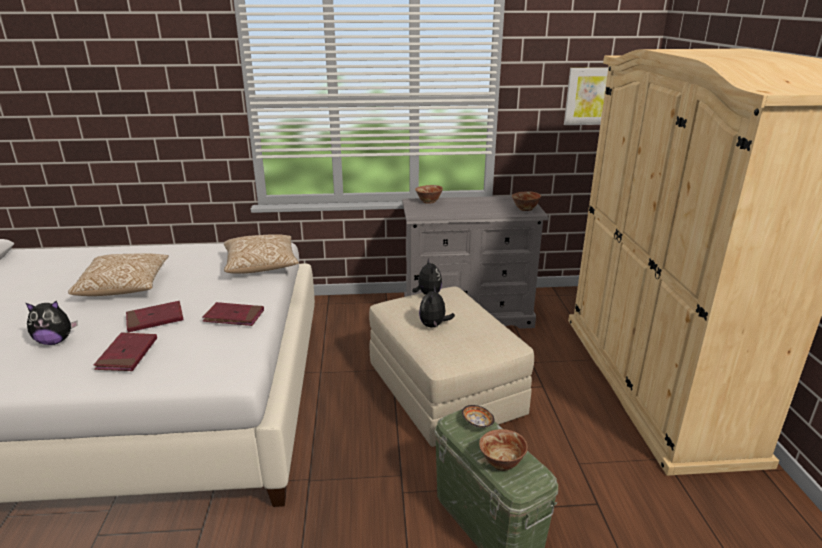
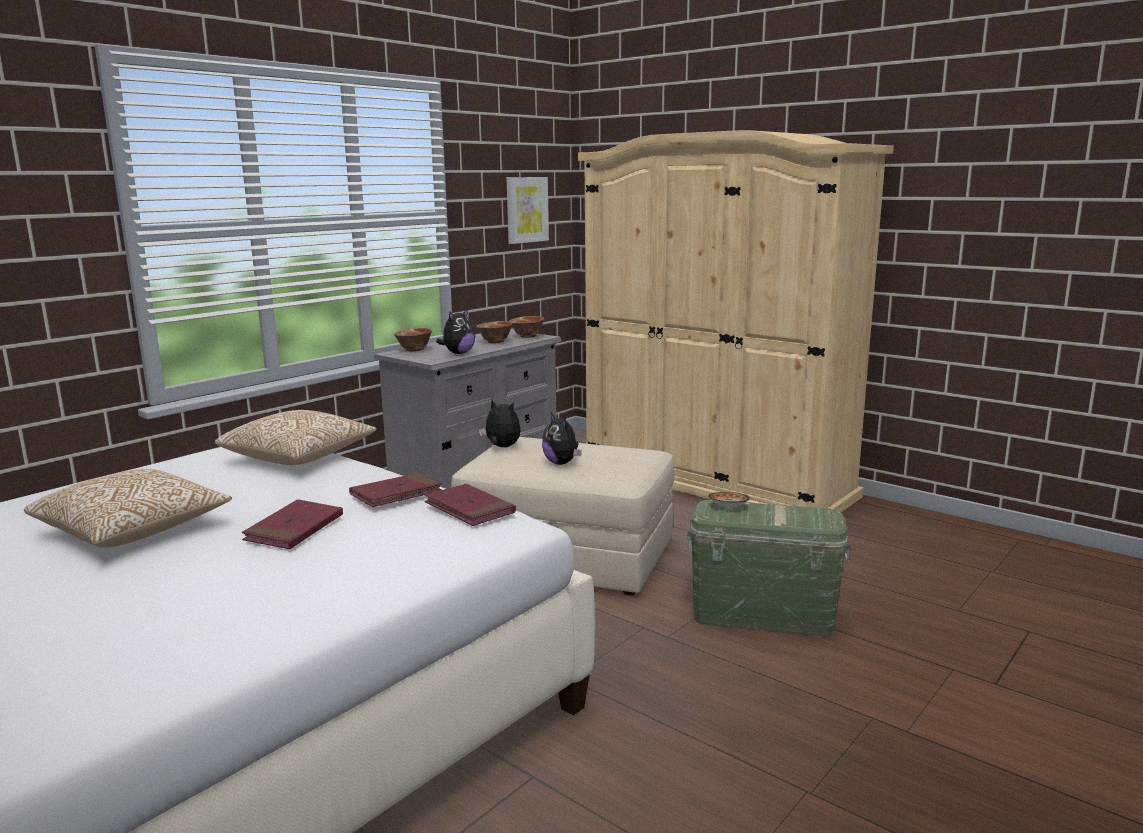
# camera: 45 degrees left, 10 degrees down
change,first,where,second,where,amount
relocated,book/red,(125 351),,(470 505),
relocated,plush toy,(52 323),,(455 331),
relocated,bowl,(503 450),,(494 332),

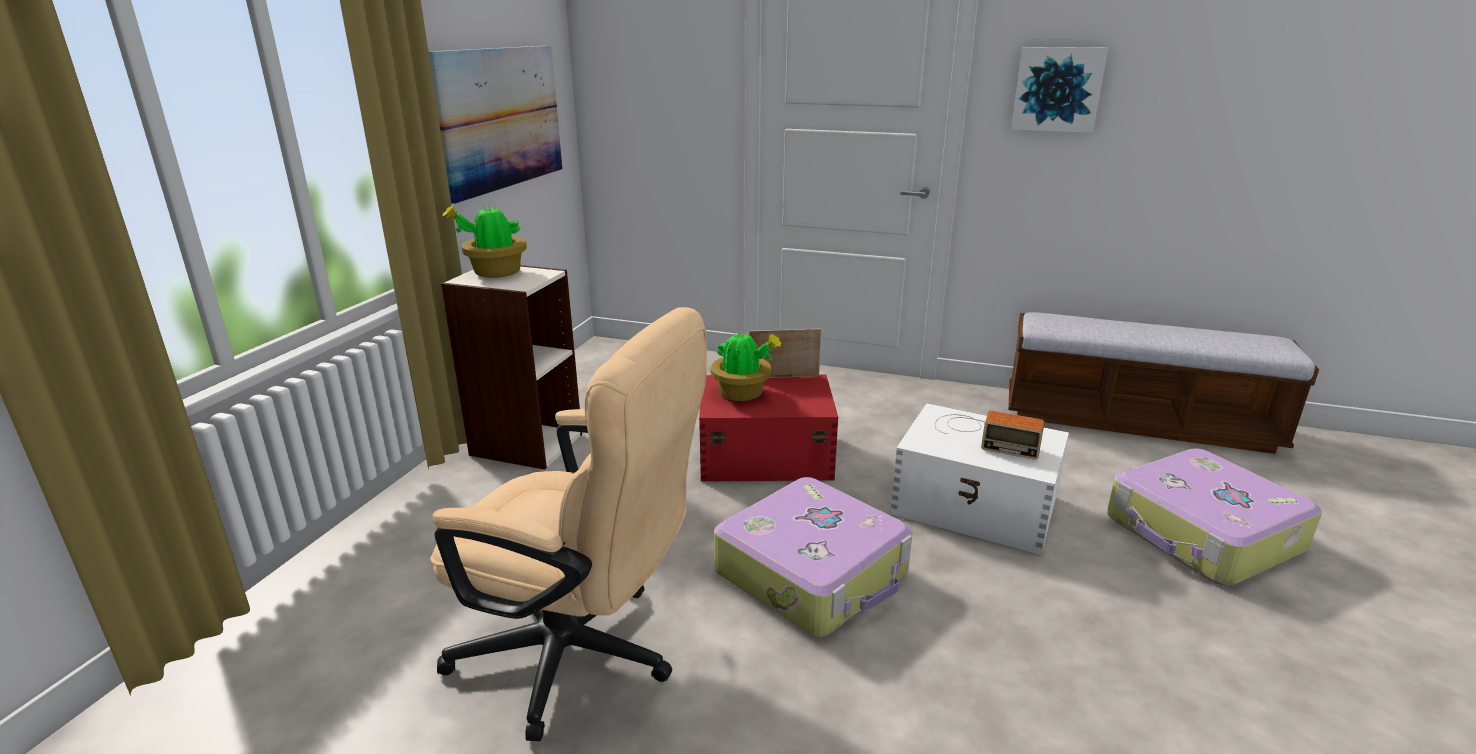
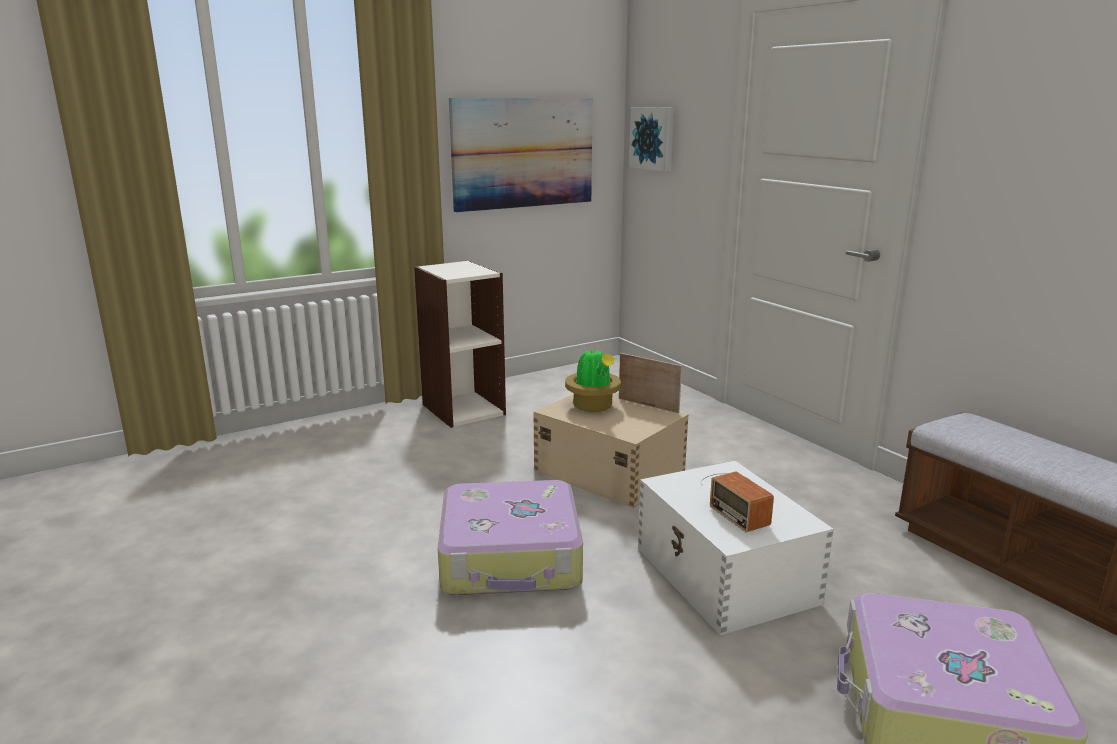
# camera: 40 degrees right, 5 degrees down
change,first,where,second,where,amount
colour,storage bin/red,(768 427),storage bin/sand-coloured,(611 450),
relocated,wall picture,(1059 90),,(651 139),
missing,desk chair/sand-coloured,(568 524),,,
missing,potted plant,(485 241),,,

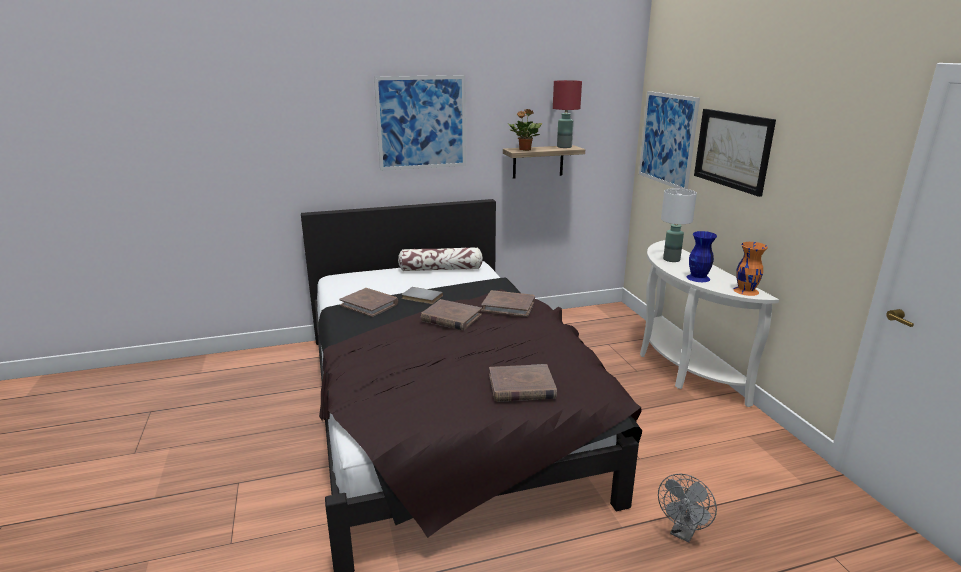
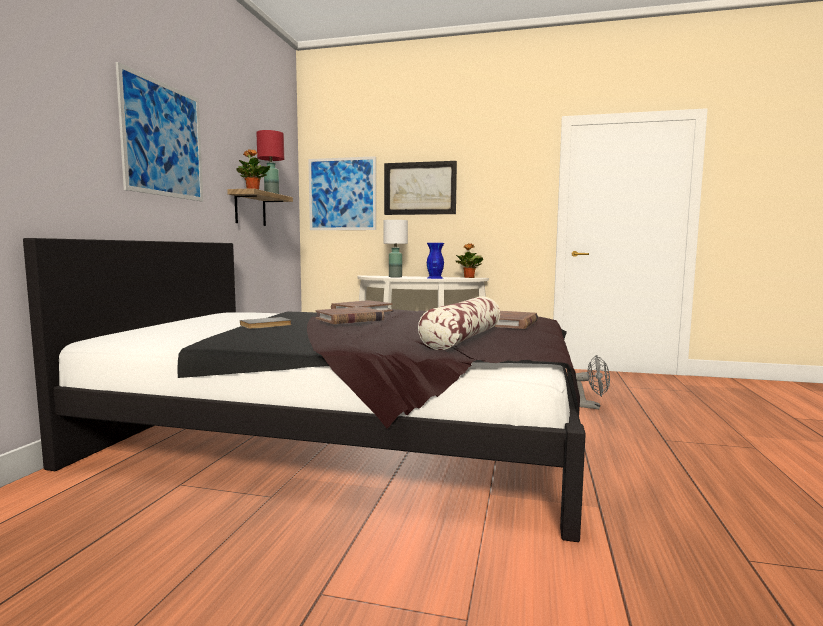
# camera: 60 degrees left, 15 degrees down
change,first,where,second,where,amount
relocated,cushion,(440 259),,(459 323),
exchanged,vase/orangey,(750 269),potted plant,(469 260),
spun,fan/grey,(687 507),,(593 382),45 degrees counterclockwise
missing,book/brownish,(368 302),,,

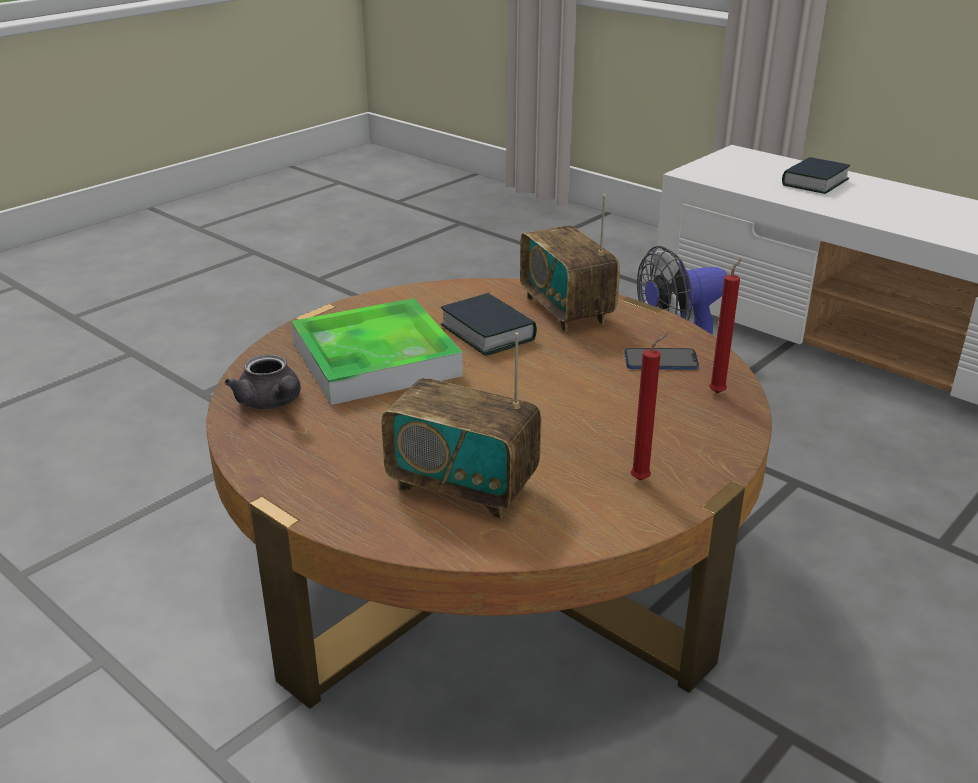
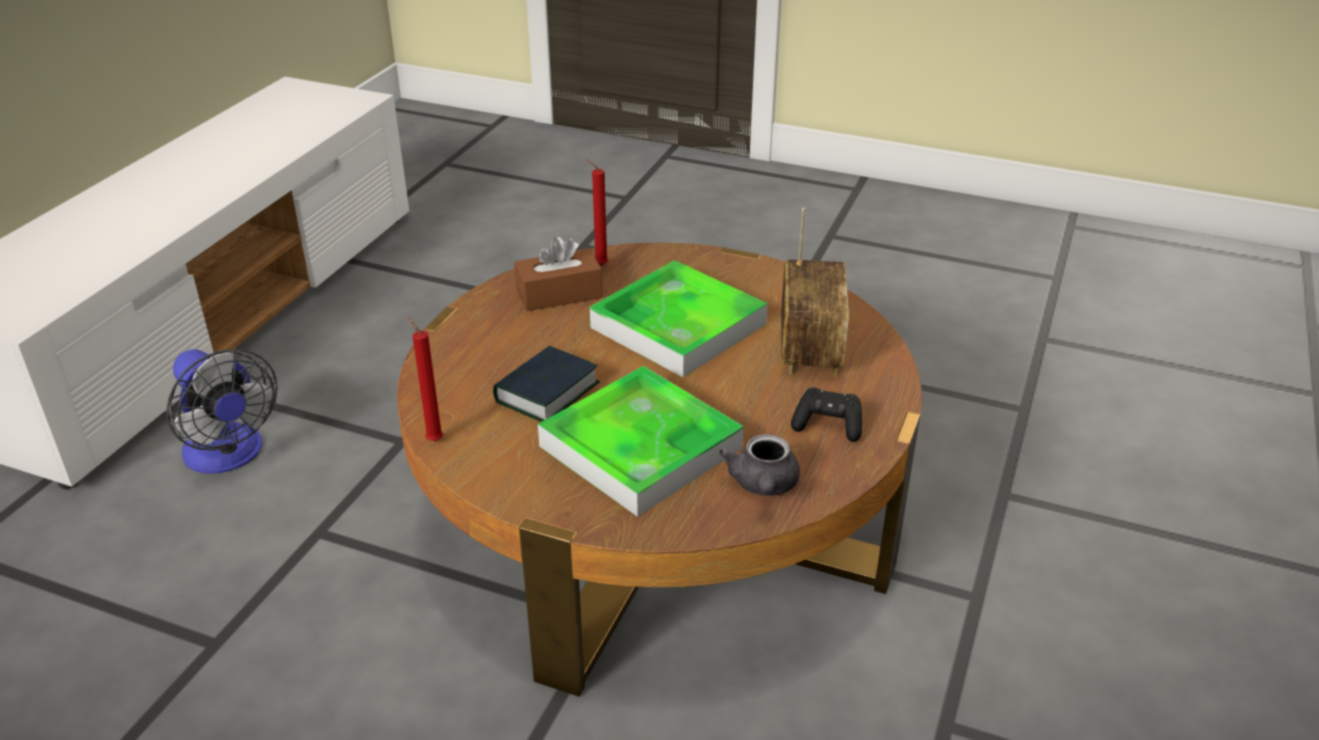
# camera: 110 degrees left, 5 degrees up
change,first,where,second,where,amount
relocated,wax light/red,(649 406),,(425 379),
exchanged,telephone,(661 359),tissue holder/brownish,(558 274),
appeared,,,serving tray,(679 318),
spun,teapot/grey,(263 382),,(759 465),150 degrees clockwise
appeared,,,game controller/black-coloured,(826 414),
missing,radio,(570 263),,,
missing,book,(816 175),,,

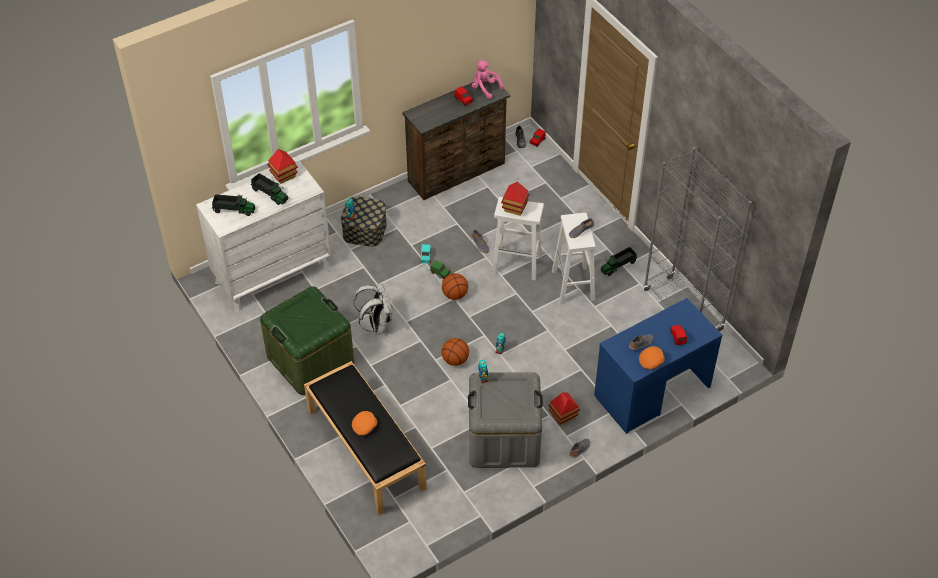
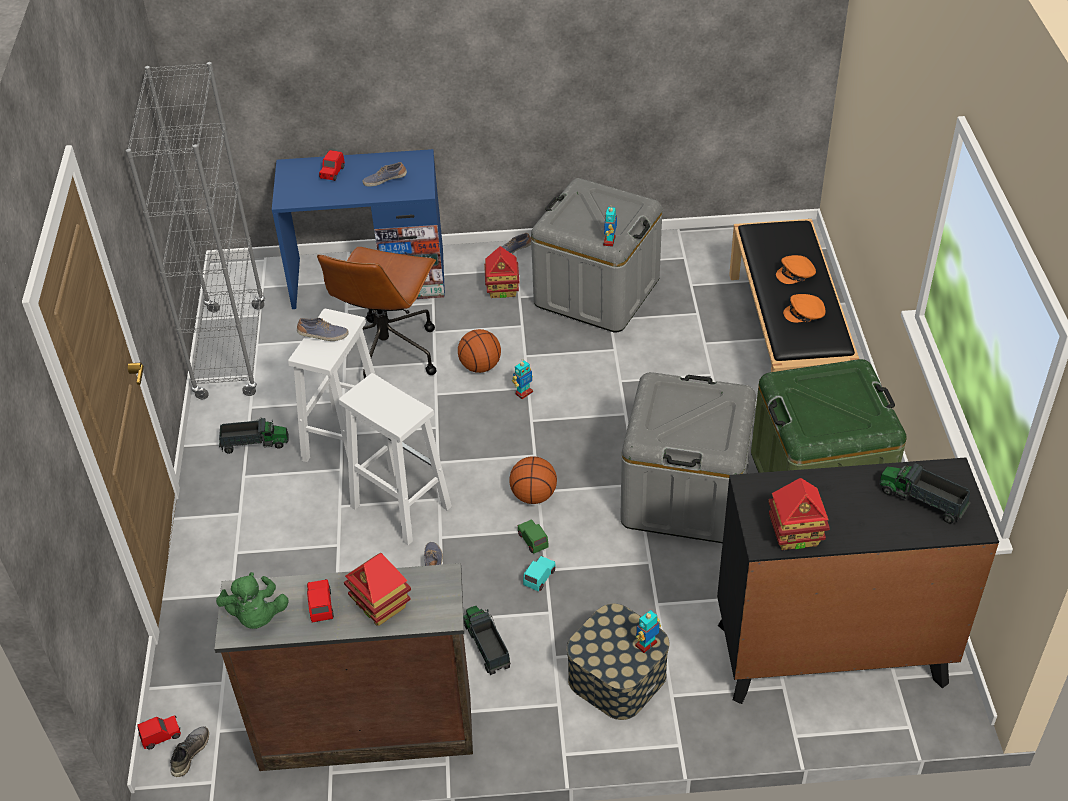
# camera: 150 degrees left, 5 degrees down
change,first,where,second,where,amount
colour,plush toy/pink,(488 79),plush toy/greenish,(252 600),
appeared,,,desk chair/brownish,(376 312),
relocated,model house,(515 199),,(377 589),
relocated,basketball ball,(455 352),,(479 351),
relocated,toy lorry,(269 189),,(487 640),
exchanged,knapsack/white-coloured,(373 309),storage bin/grey,(688 457),
colour,chest of drawers/white-coloured,(263 236),chest of drawers/black-coloured,(858 580),
relocated,peaked cap/orangey,(652 358),,(804 308),

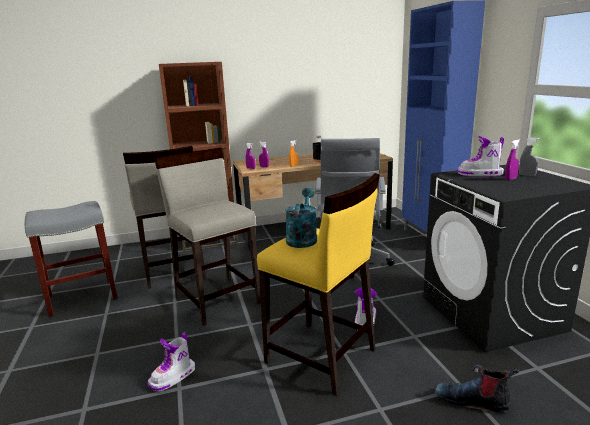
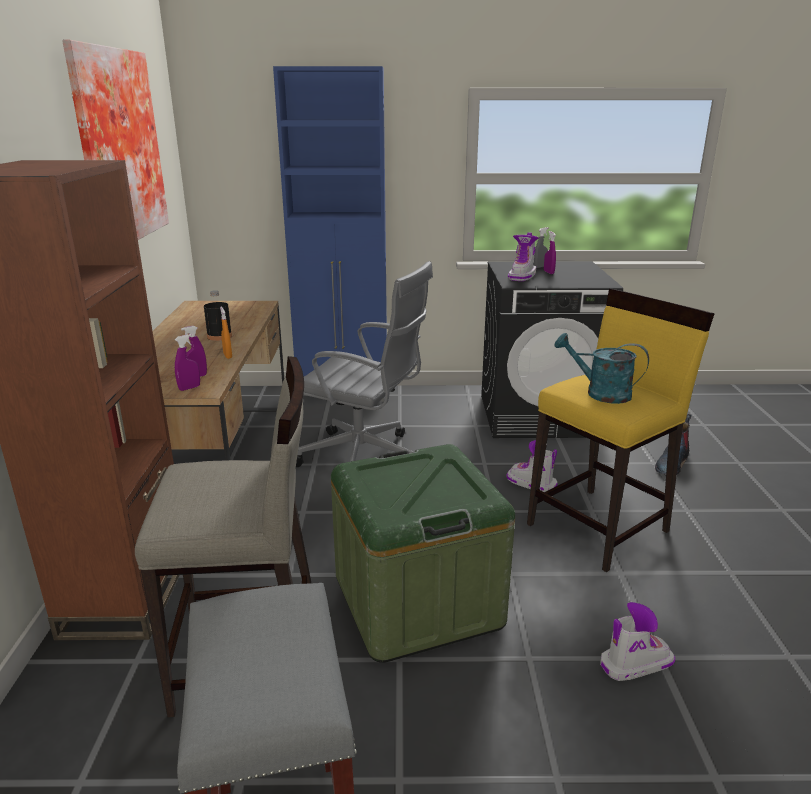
# camera: 75 degrees left, 5 degrees up
change,first,where,second,where,amount
appeared,,,wall picture,(115 140),
exchanged,stool/sand-coloured,(207 237),storage bin/greenish,(423 553),
spun,boot,(171 362),,(637 641),75 degrees counterclockwise

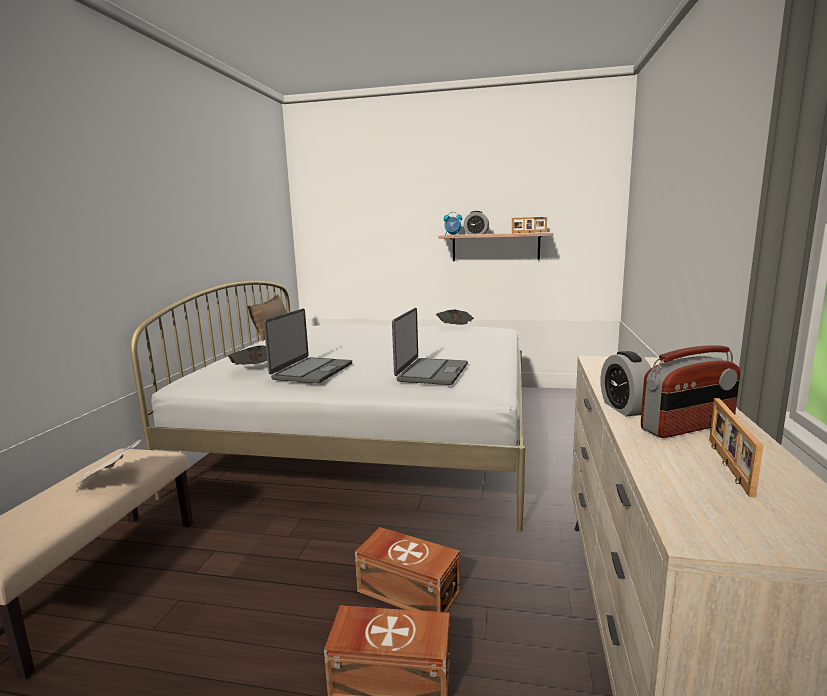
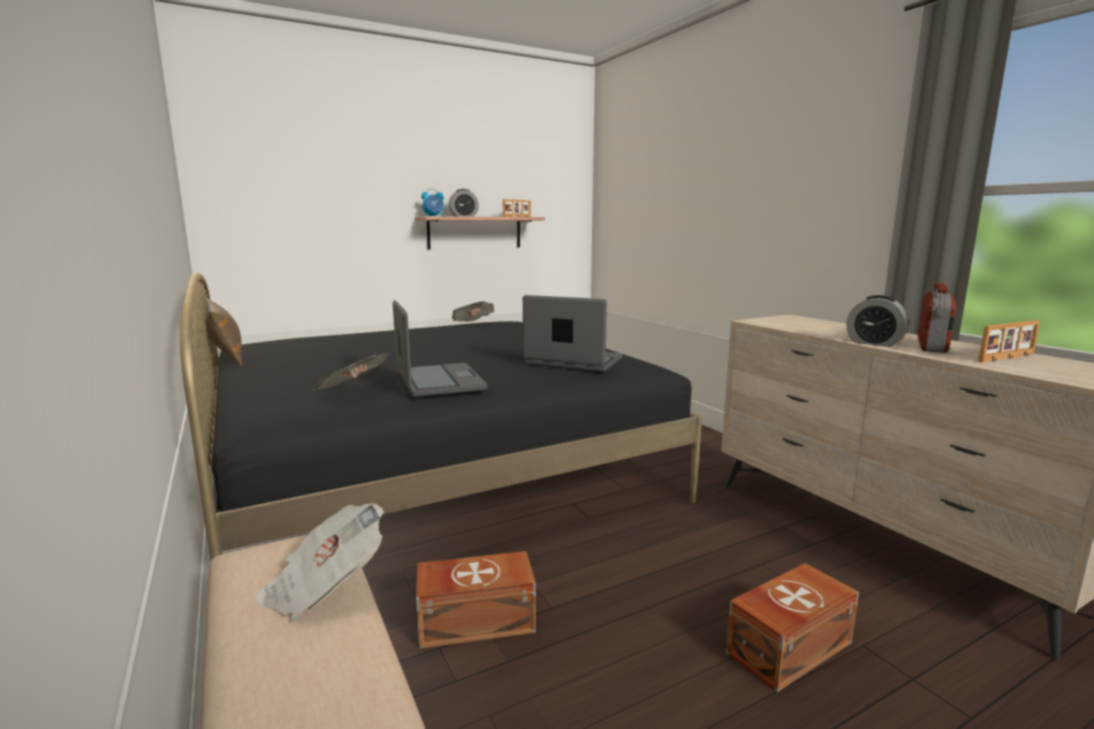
# camera: 40 degrees left, 0 degrees up
change,first,where,second,where,amount
colour,bedroom bed/white-coloured,(327 406),bedroom bed/black-coloured,(441 416),
relocated,storage bin/brownish,(407 570),,(476 600),
spun,laptop,(430 346),,(573 333),45 degrees counterclockwise
spun,picture frame,(736 448),,(1009 341),90 degrees counterclockwise

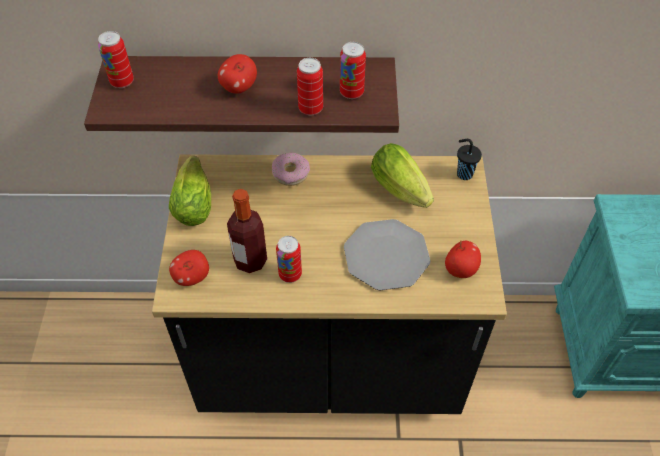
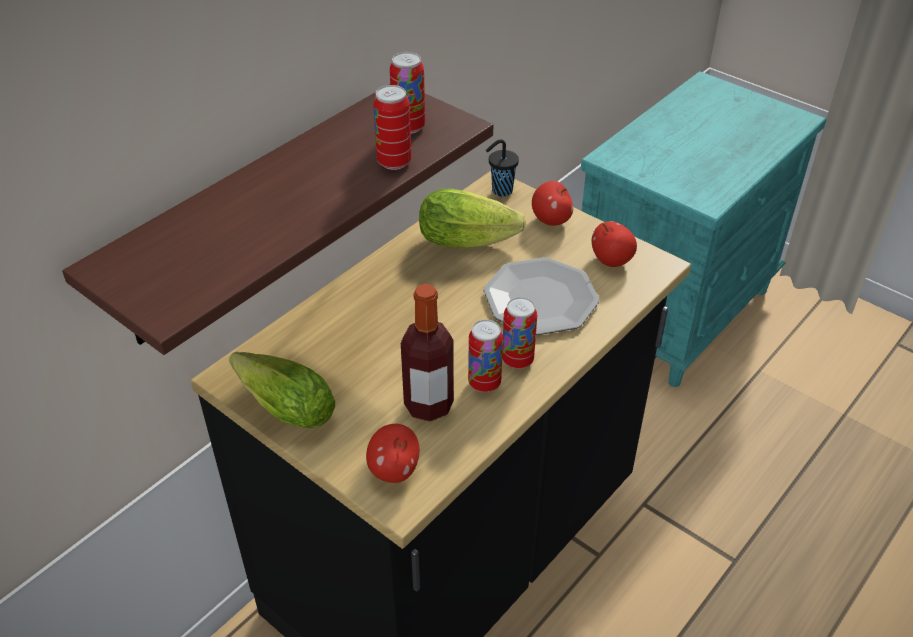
# camera: 50 degrees left, 10 degrees down
change,first,where,second,where,amount
relocated,can,(116 59),,(519 333),
relocated,apple fruit,(237 74),,(552 203),
missing,donut,(291 169),,,

